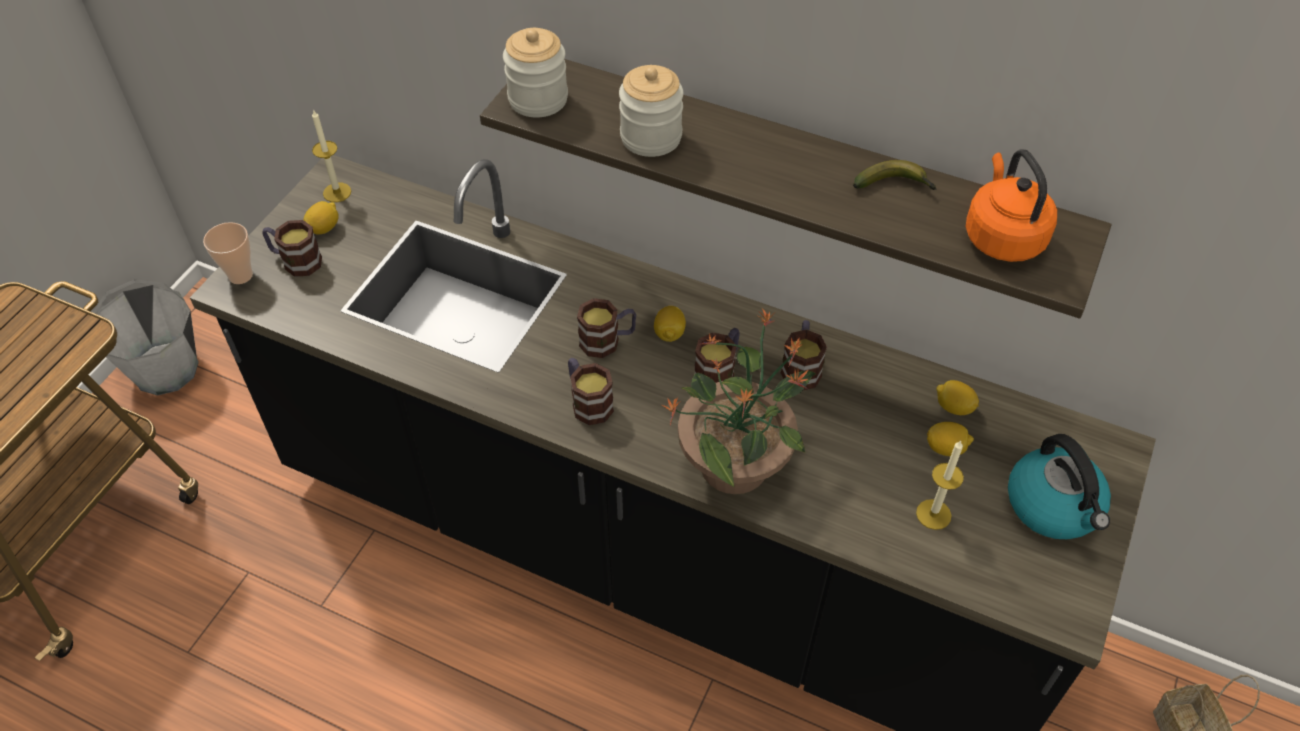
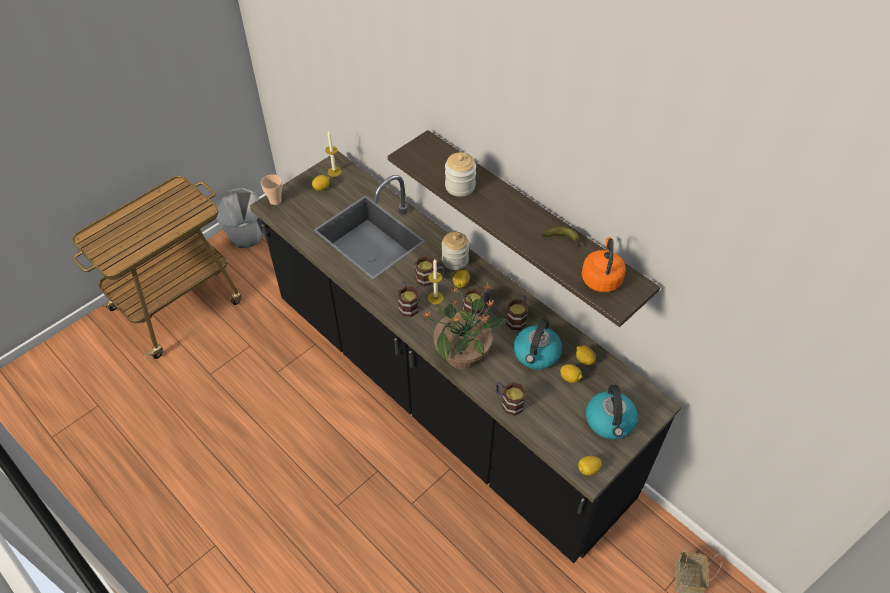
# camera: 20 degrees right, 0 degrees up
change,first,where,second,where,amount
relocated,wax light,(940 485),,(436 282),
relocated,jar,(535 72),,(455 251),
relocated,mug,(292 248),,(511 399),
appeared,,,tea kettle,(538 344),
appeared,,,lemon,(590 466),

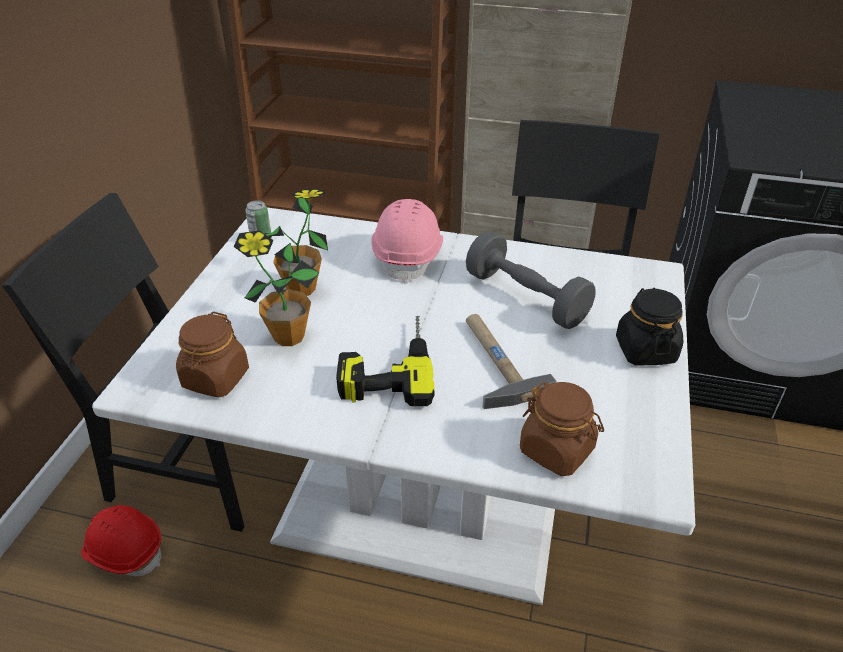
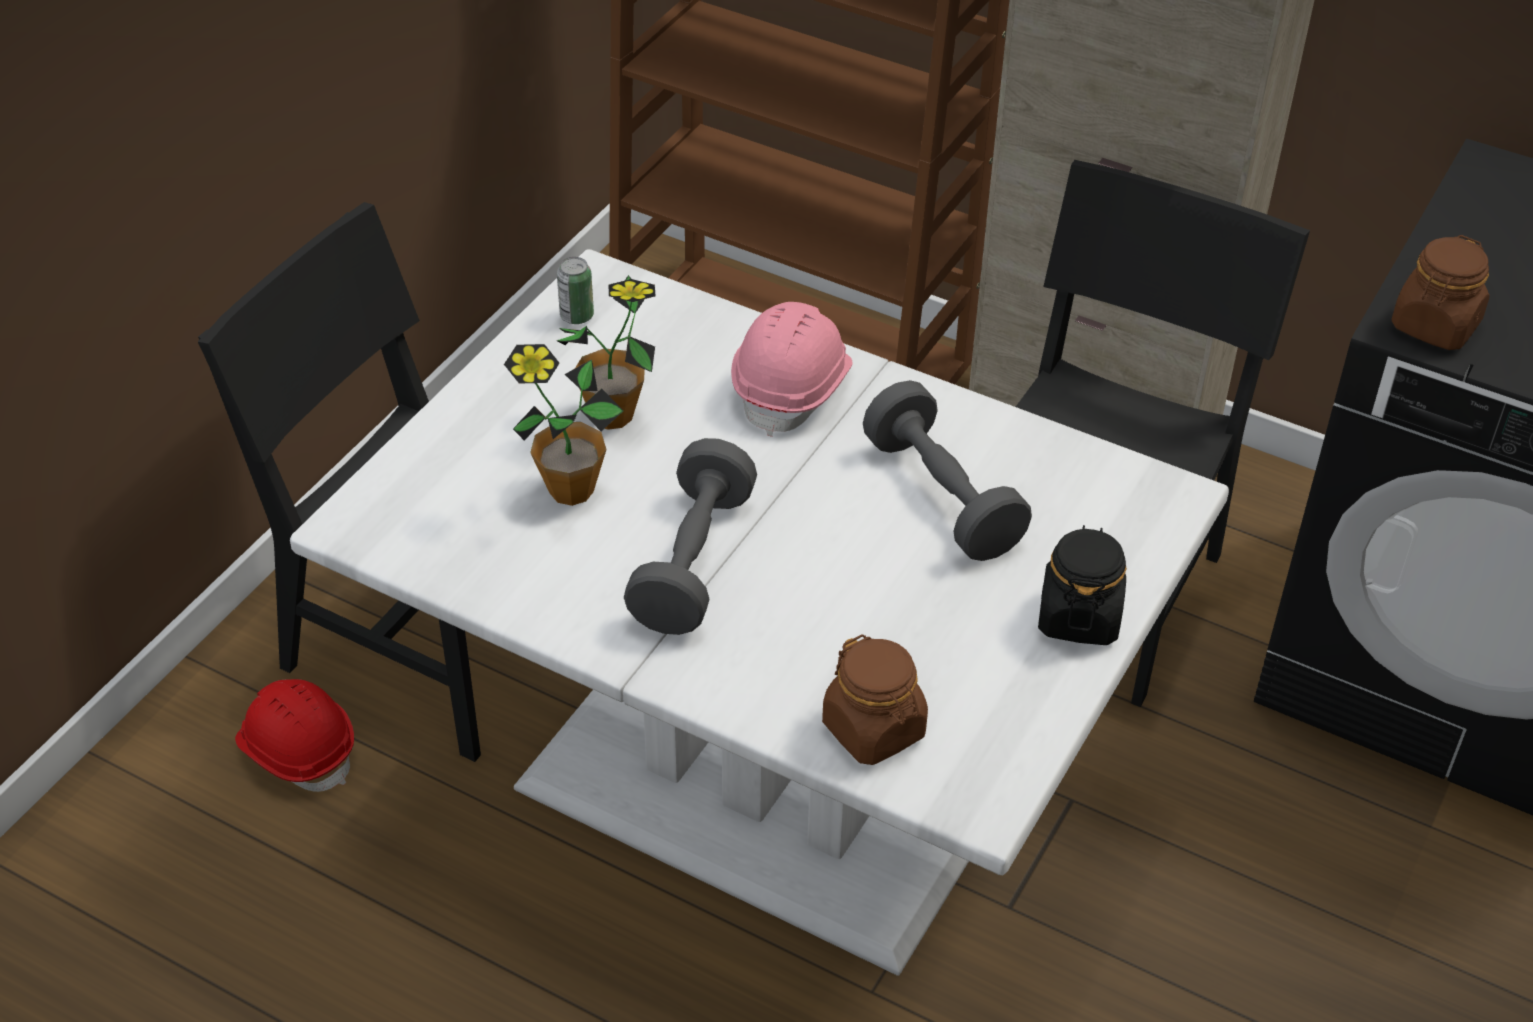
# camera: 15 degrees right, 5 degrees up
change,first,where,second,where,amount
exchanged,power drill,(385 360),dumbbell/grey,(690 536),
relocated,jar/brownish,(212 355),,(1440 292),
missing,hand hammer,(511 361),,,

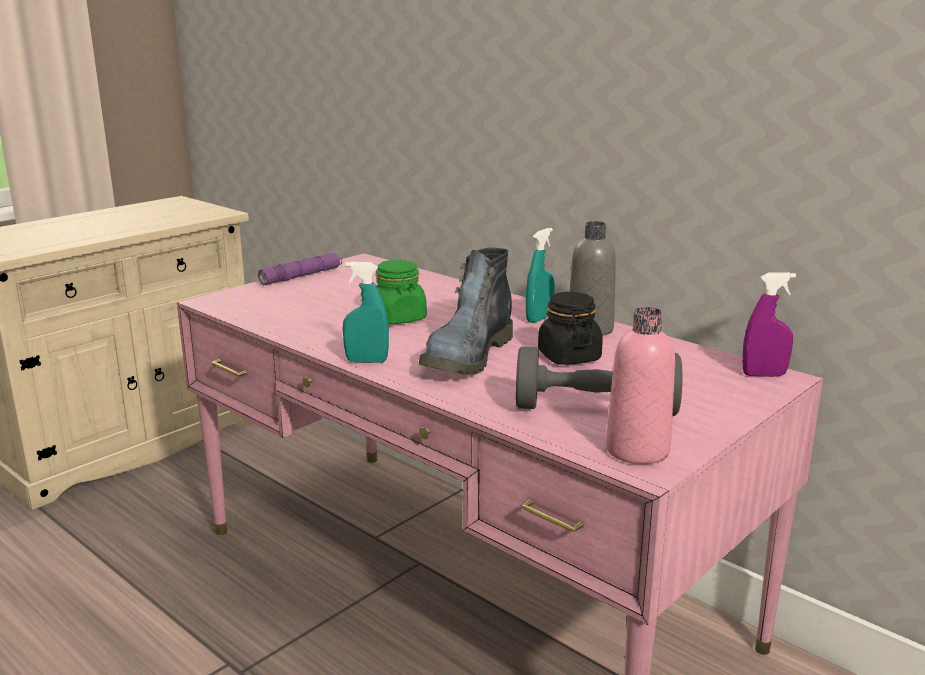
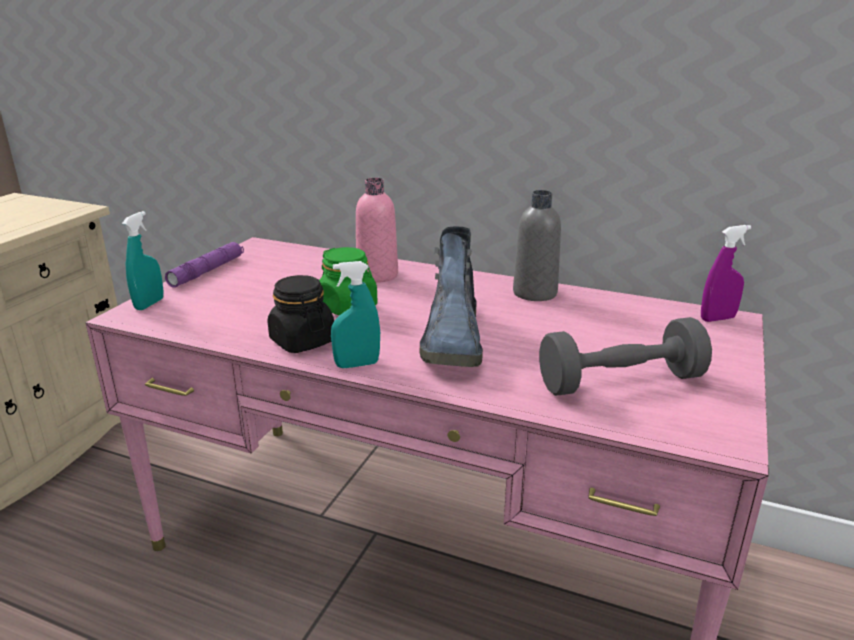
# camera: 20 degrees left, 5 degrees up
change,first,where,second,where,amount
relocated,sprayer/turquoise-coloured,(540 275),,(143 260),
relocated,jar/black-coloured,(570 328),,(300 314),
relocated,drink bottle/pink,(640 385),,(377 230),

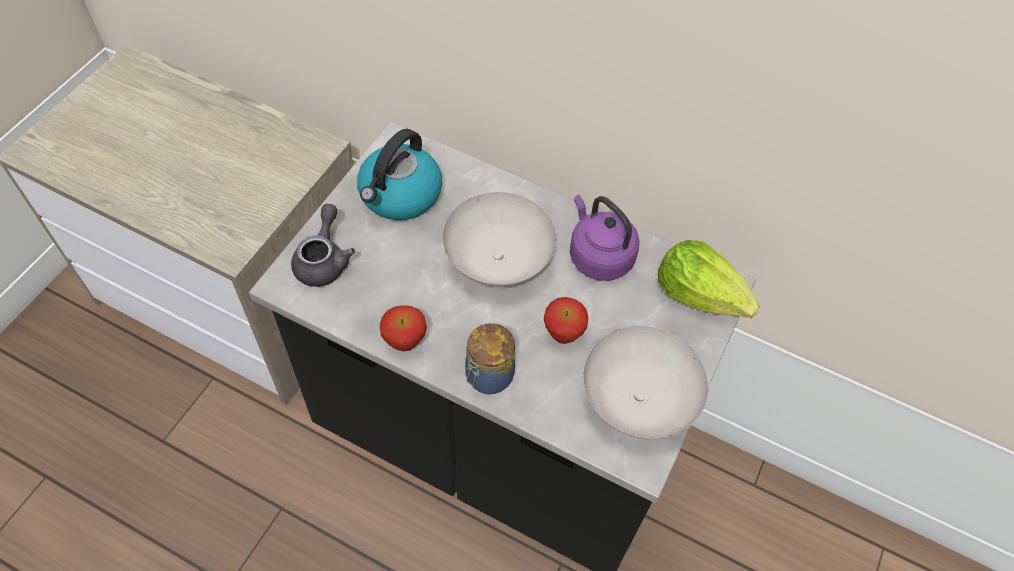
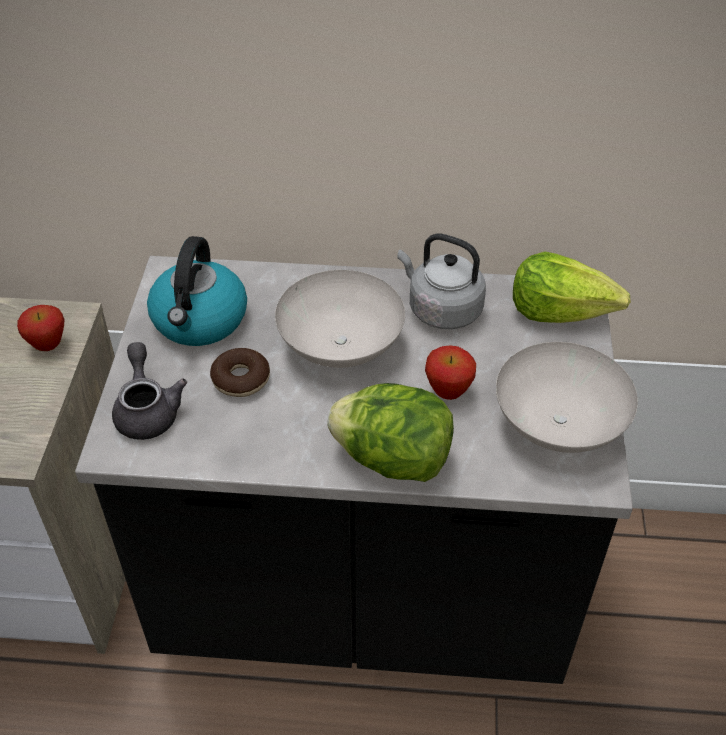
# camera: 20 degrees left, 10 degrees down
change,first,where,second,where,amount
relocated,apple fruit,(403 328),,(40 328),
appeared,,,donut,(240 372),
exchanged,jar,(490 358),head of lettuce,(390 432),
colour,tea kettle/purple,(604 237),tea kettle/grey,(441 281),

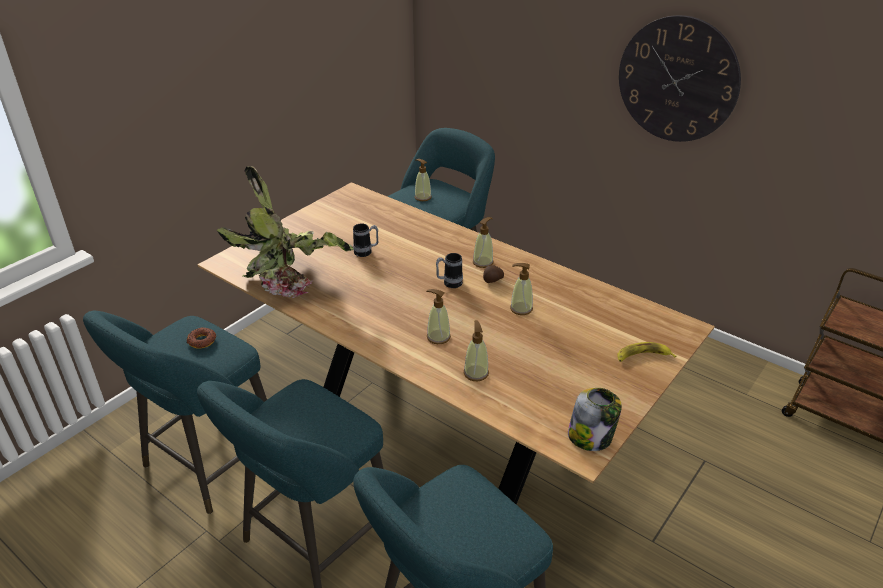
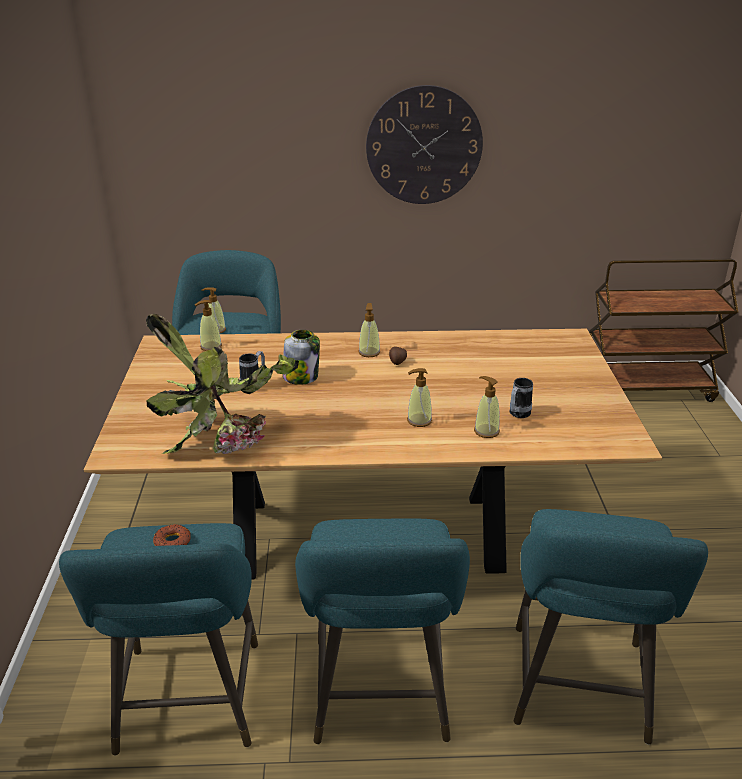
# camera: 40 degrees left, 5 degrees down
change,first,where,second,where,amount
relocated,soap bottle,(521 289),,(208 325),
relocated,jar,(595 419),,(301 357),
relocated,mug,(449 270),,(521 398),
missing,whole banana,(646 352),,,

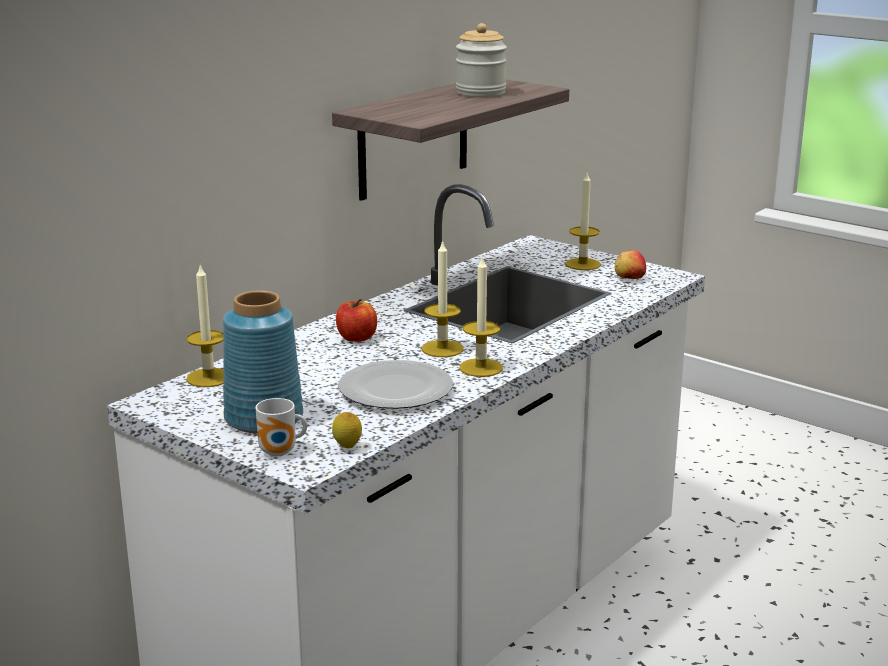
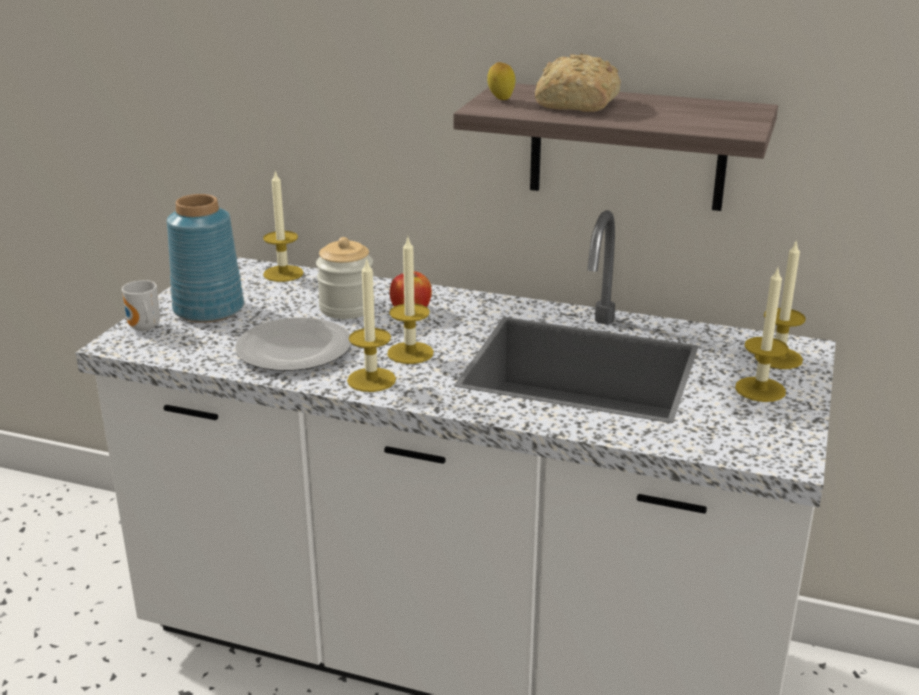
# camera: 70 degrees right, 5 degrees up
change,first,where,second,where,amount
relocated,jar,(481 60),,(345 278),
relocated,lemon,(347 430),,(501 81),
appeared,,,baked bread,(578 83),
appeared,,,wax light,(780 305),
missing,apple fruit,(630 264),,,

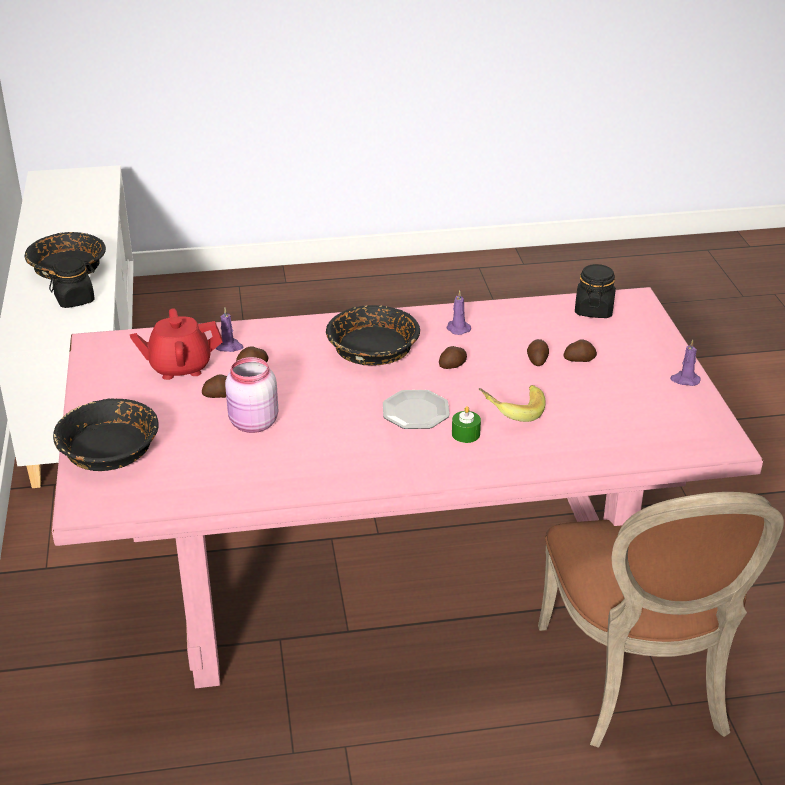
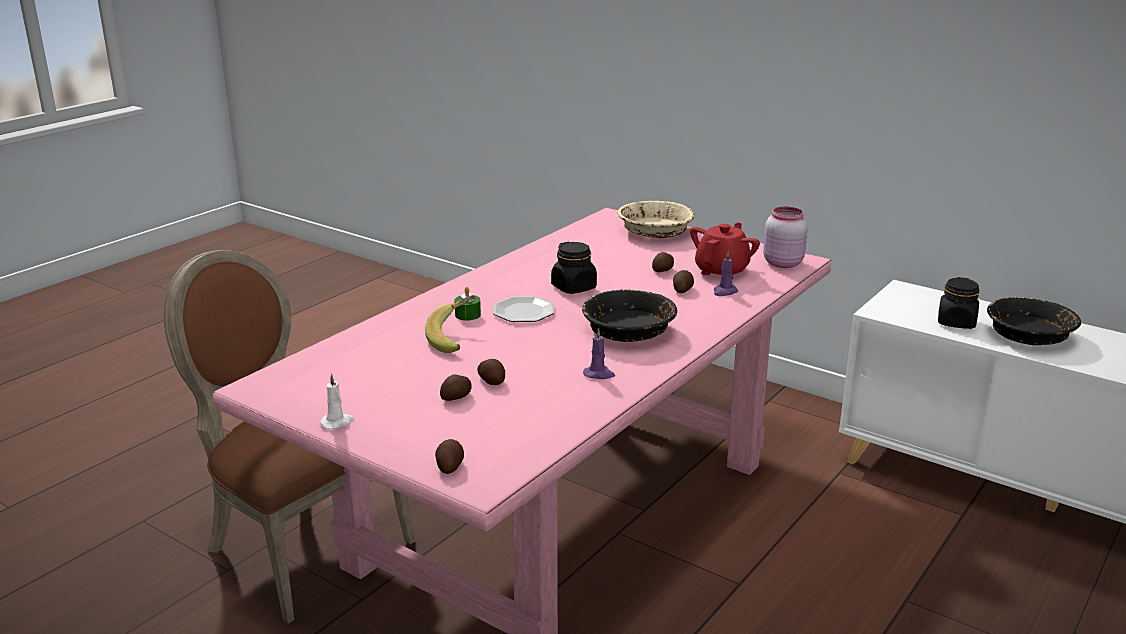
# camera: 135 degrees right, 10 degrees down
change,first,where,second,where,amount
colour,wax light/purple,(685 363),wax light/white-coloured,(337 401),
relocated,spud,(453 357),,(449 456),
relocated,jar/black-coloured,(595 291),,(574 268),
colour,bowl/black-coloured,(106 434),bowl/sand-coloured,(655 219),
relocated,jar/pink,(251 395),,(785 237),

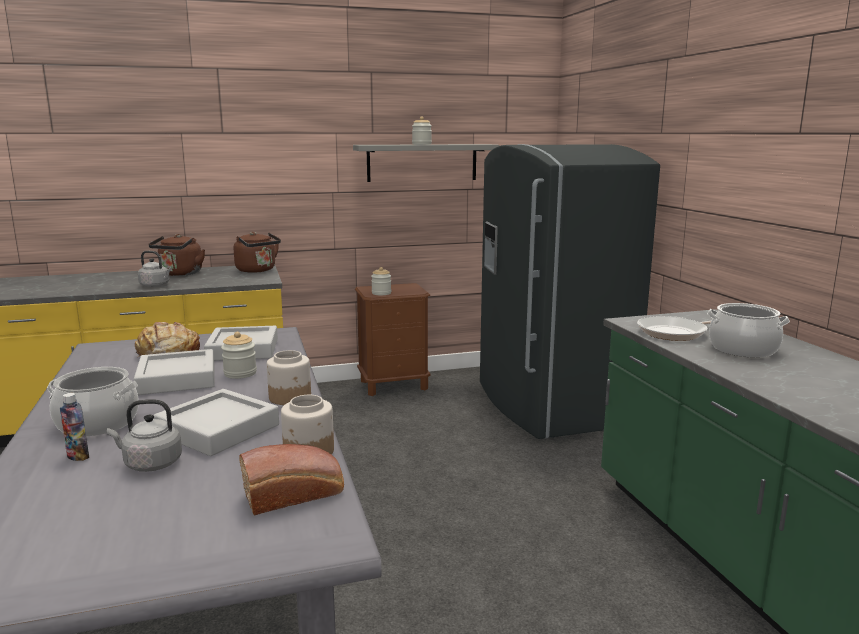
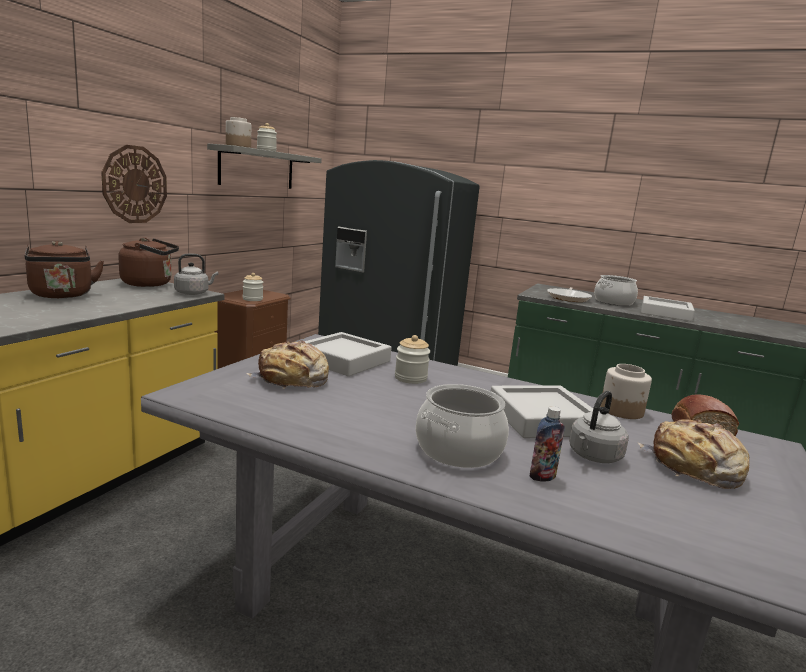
# camera: 50 degrees left, 0 degrees up
change,first,where,second,where,amount
appeared,,,wall clock,(134 184),
relocated,tea kettle/grey,(155 269),,(196 274),
relocated,jar,(289 377),,(238 132),
appeared,,,baked bread,(693 454),
relocated,serving tray/grey,(174 372),,(668 308),

